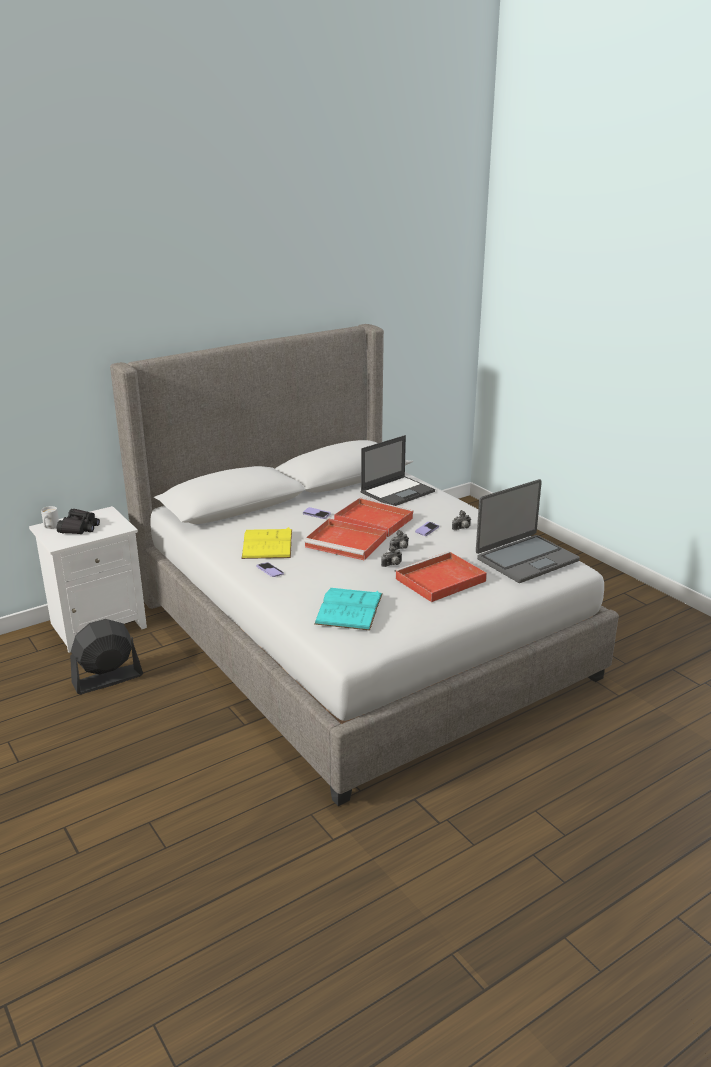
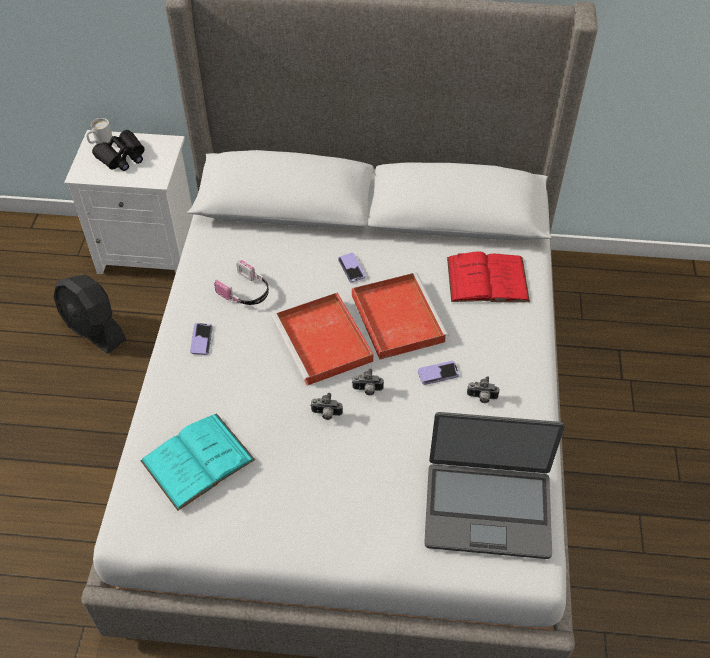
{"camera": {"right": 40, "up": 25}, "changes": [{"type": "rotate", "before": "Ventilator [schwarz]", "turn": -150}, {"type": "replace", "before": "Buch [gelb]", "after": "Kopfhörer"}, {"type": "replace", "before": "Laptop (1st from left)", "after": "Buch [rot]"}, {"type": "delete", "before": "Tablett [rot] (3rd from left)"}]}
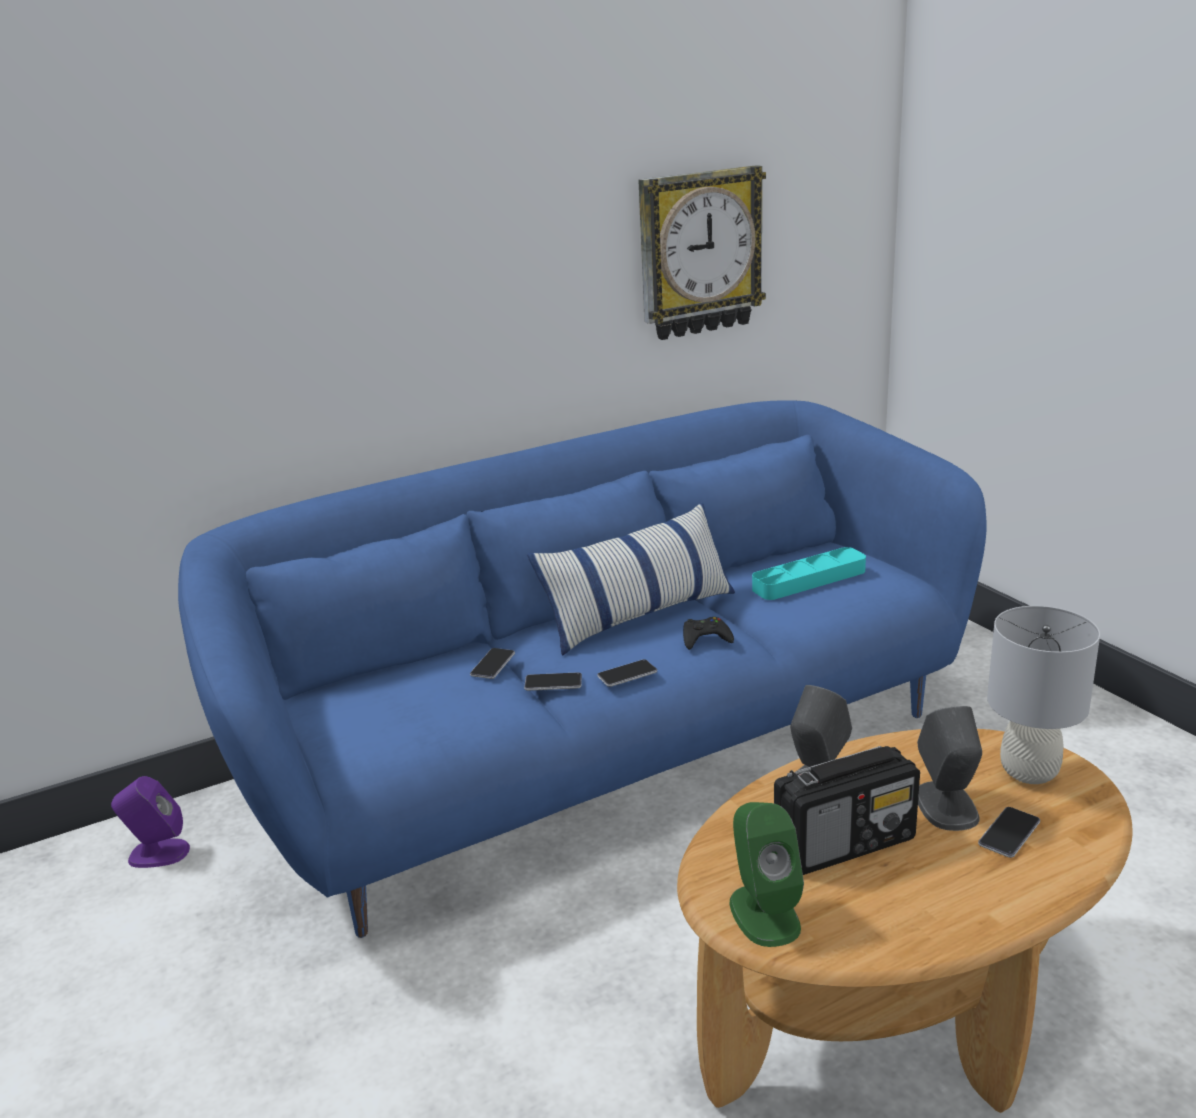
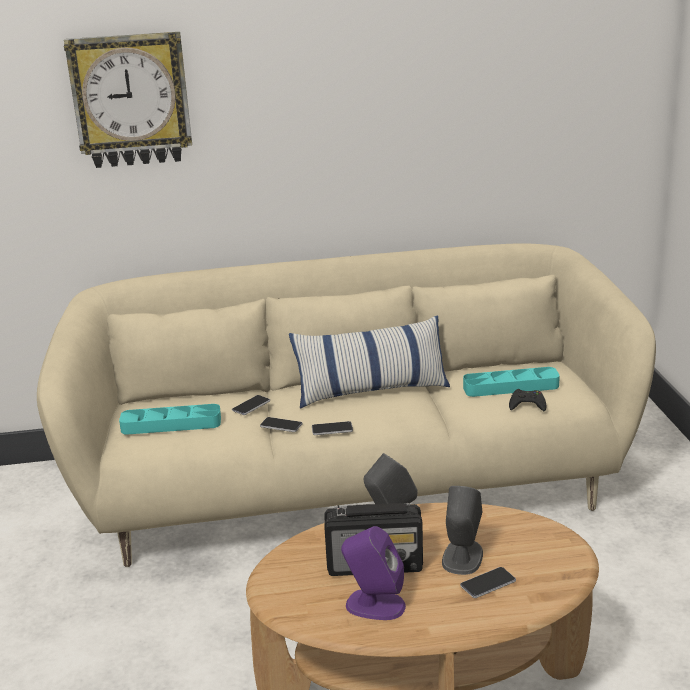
{"camera": {"right": 20, "up": 0}, "changes": [{"type": "move", "before": "Lautsprecher [lila]"}, {"type": "recolor", "before": "Sofa [blau]", "after": "Sofa [beige]"}, {"type": "move", "before": "Wanduhr"}, {"type": "move", "before": "Gamepad [schwarz]"}, {"type": "delete", "before": "Lautsprecher [grün]"}, {"type": "delete", "before": "Tischlampe [grau]"}, {"type": "insert", "after": "Tablett [türkis] (1st from left)"}]}
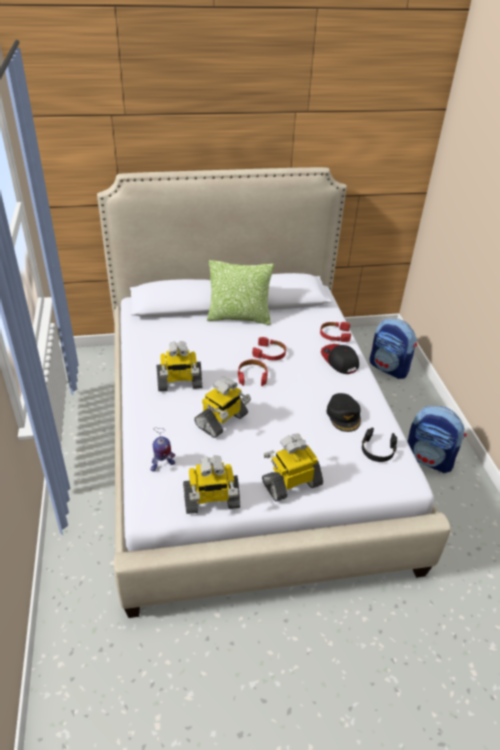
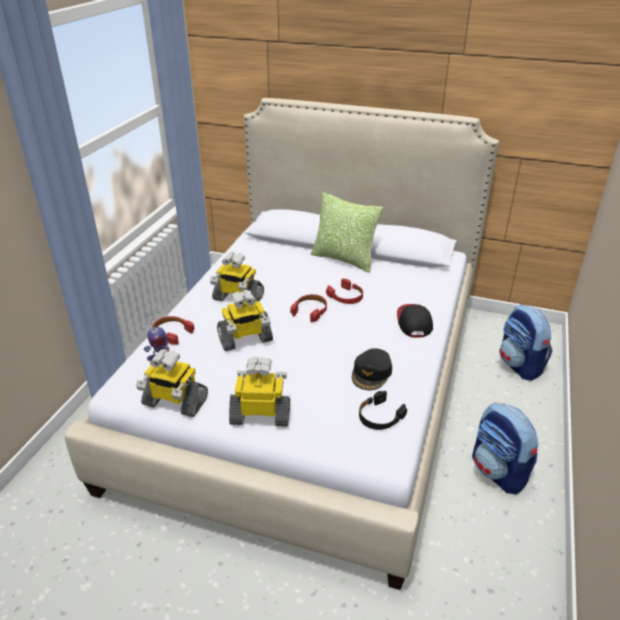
{"camera": {"right": 30, "up": -5}, "changes": [{"type": "move", "before": "Kopfhörer [rot] (3rd from left in the first image)", "after": "Kopfhörer [rot] (1st from left)"}]}
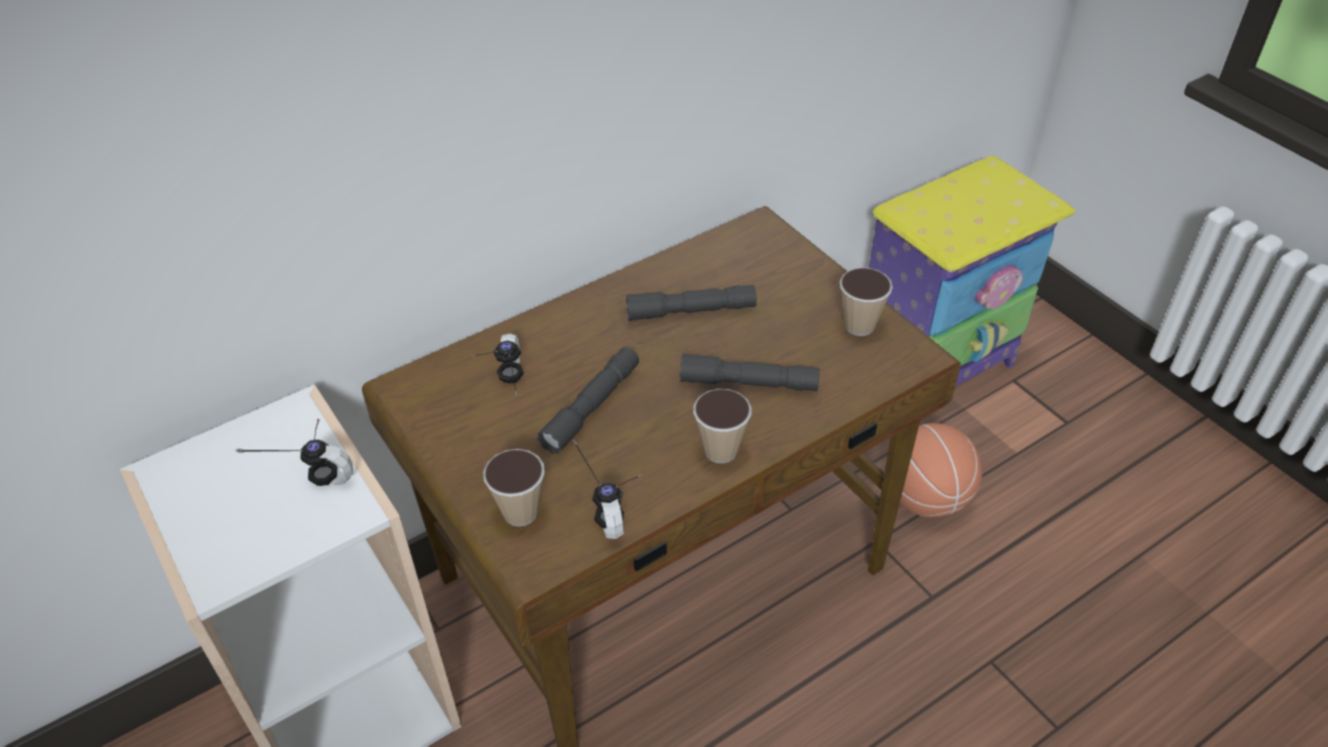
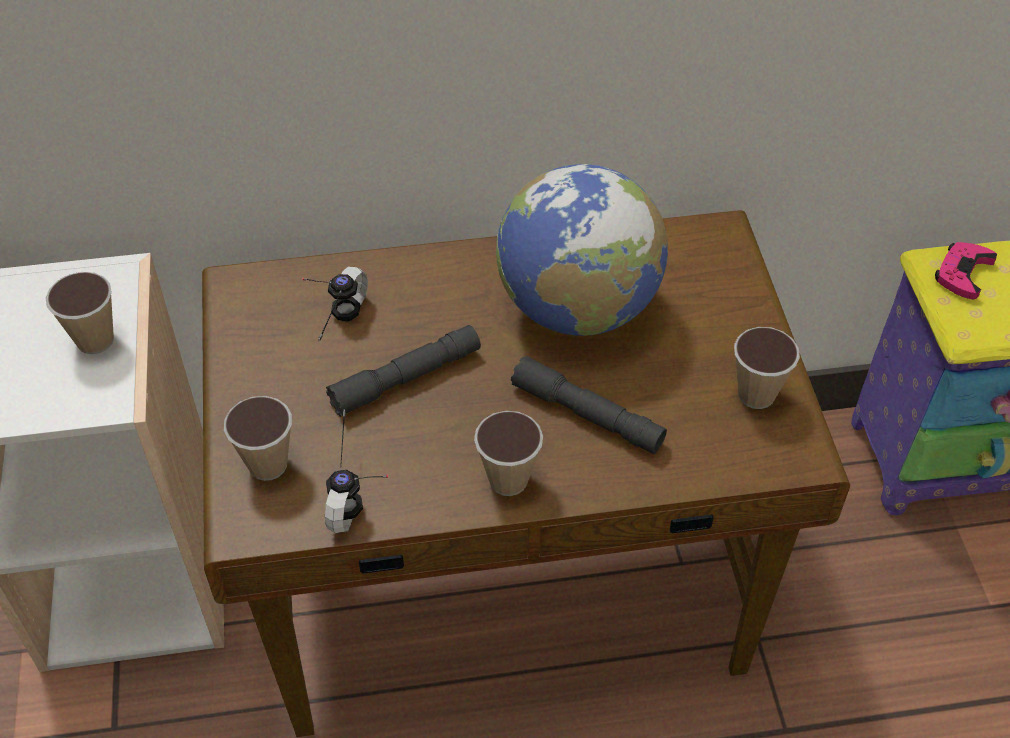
{"camera": {"right": 25, "up": 5}, "changes": [{"type": "replace", "before": "Kopfhörer (1st from left)", "after": "Tasse (1st from left)"}, {"type": "replace", "before": "Taschenlampe [grau] (2nd from left)", "after": "Globus"}, {"type": "delete", "before": "Basketball"}, {"type": "insert", "after": "Gamepad [rosa]"}]}
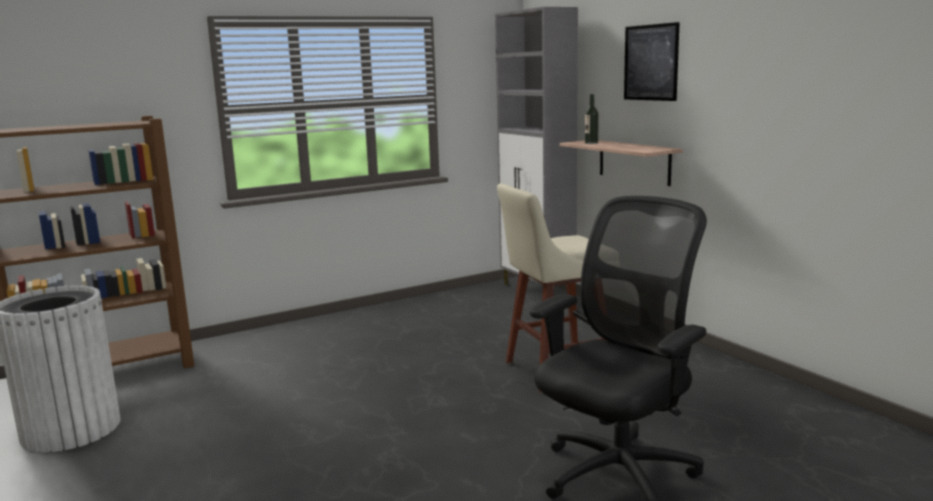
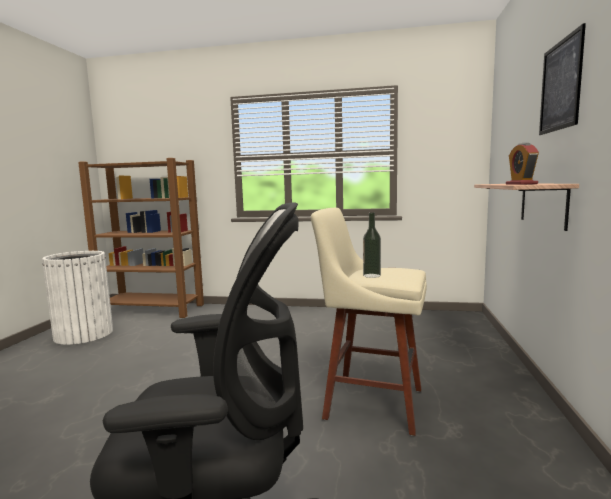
{"camera": {"right": 40, "up": -5}, "changes": [{"type": "delete", "before": "Schrank [grau]"}, {"type": "move", "before": "Flasche"}, {"type": "insert", "after": "Wecker"}]}
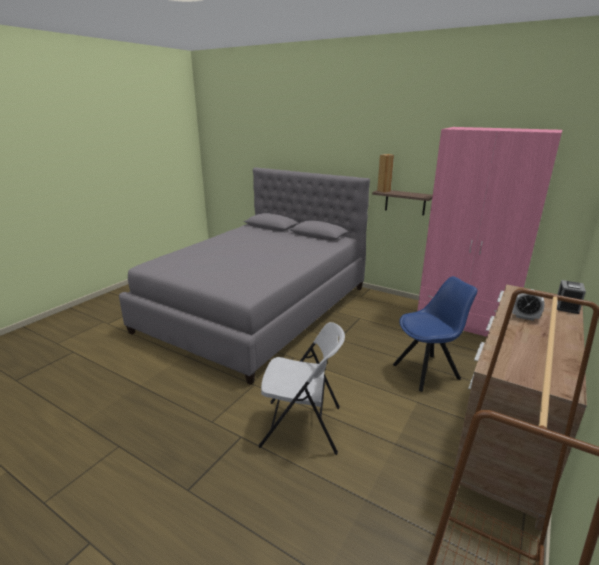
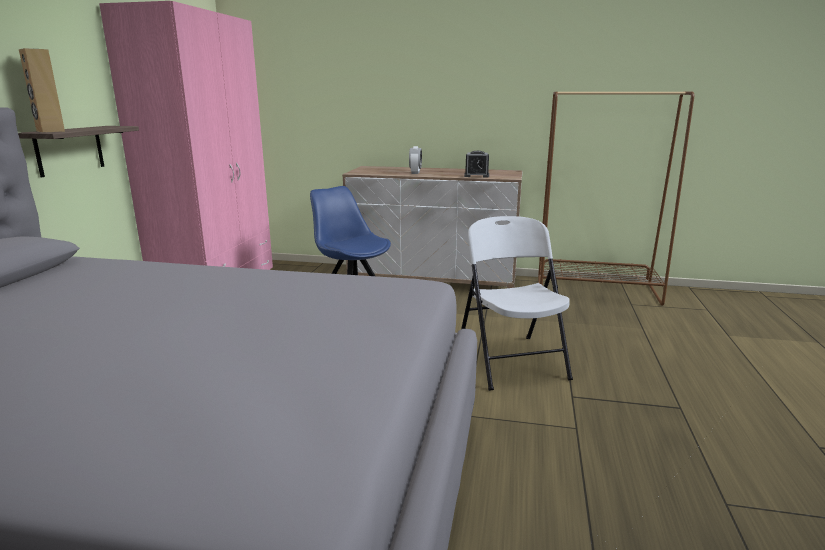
{"camera": {"right": -110, "up": -5}, "changes": [{"type": "move", "before": "Wecker (2nd from left)"}]}
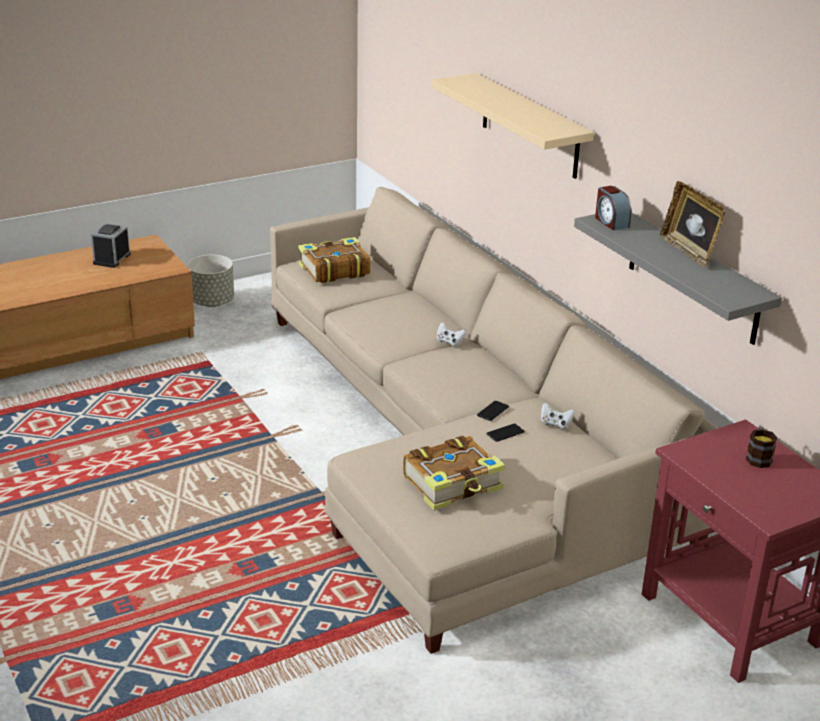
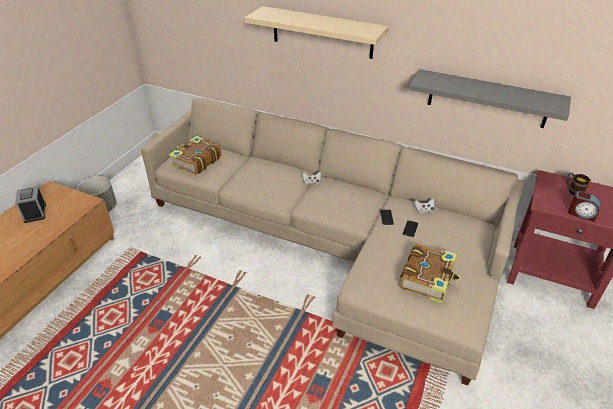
{"camera": {"right": -35, "up": 10}, "changes": [{"type": "move", "before": "Wecker (2nd from left)"}, {"type": "delete", "before": "Bilderrahmen"}]}
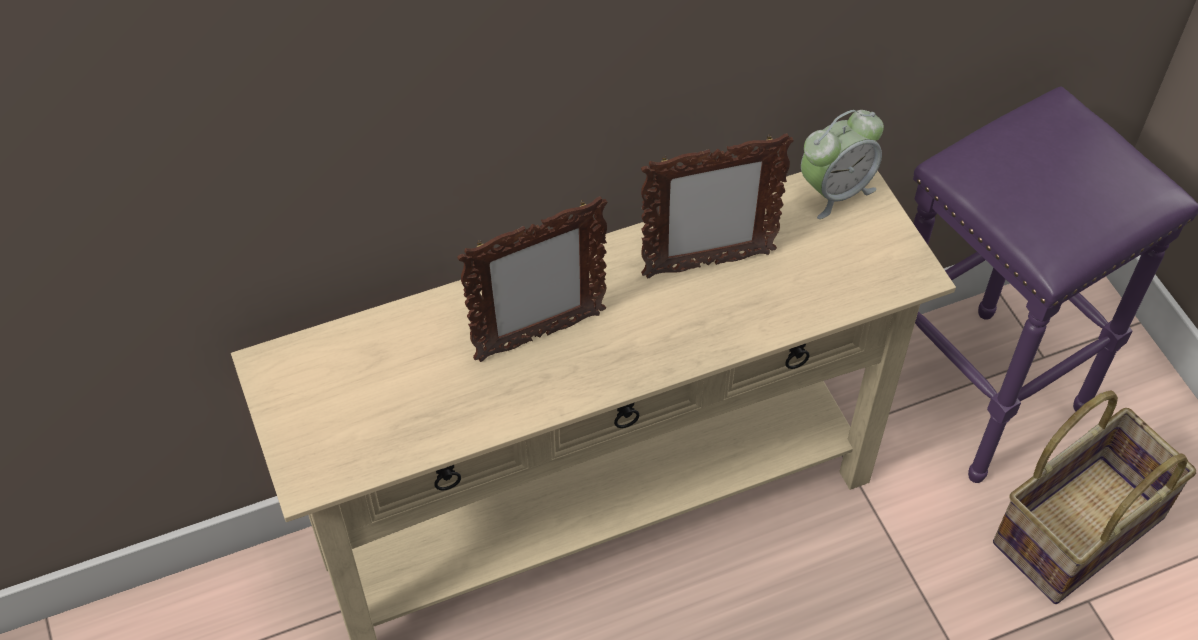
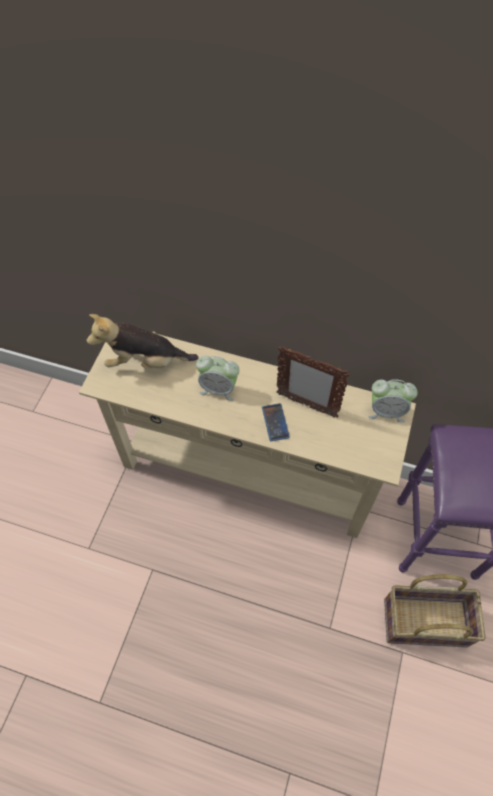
{"camera": {"right": 40, "up": 5}, "changes": [{"type": "replace", "before": "Bilderrahmen (1st from left)", "after": "Wecker (1st from left)"}, {"type": "insert", "after": "Plüschtier"}, {"type": "insert", "after": "Handy"}]}
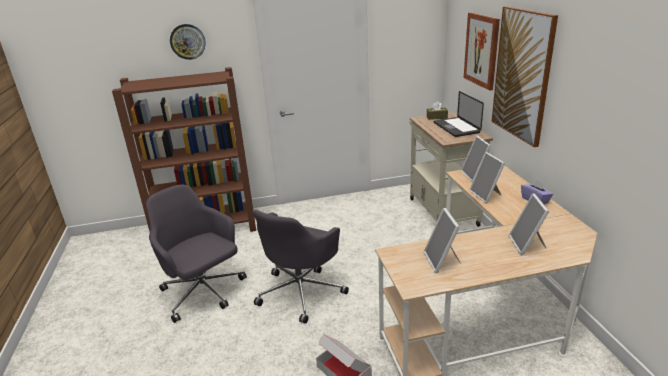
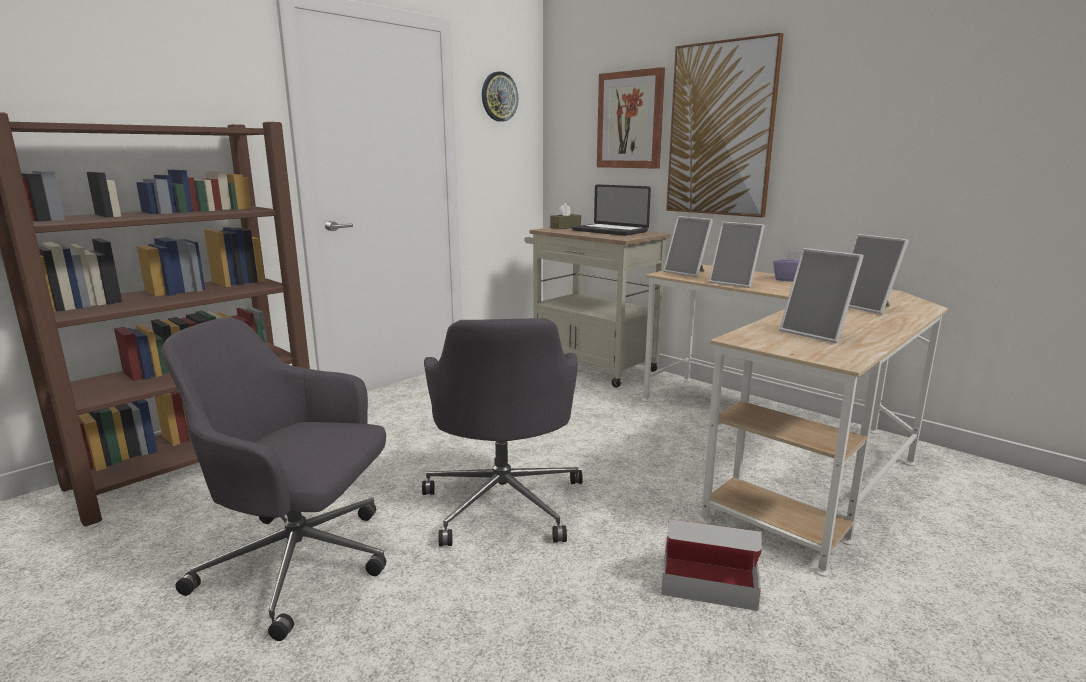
{"camera": {"right": -35, "up": -10}, "changes": [{"type": "move", "before": "Wanduhr"}]}
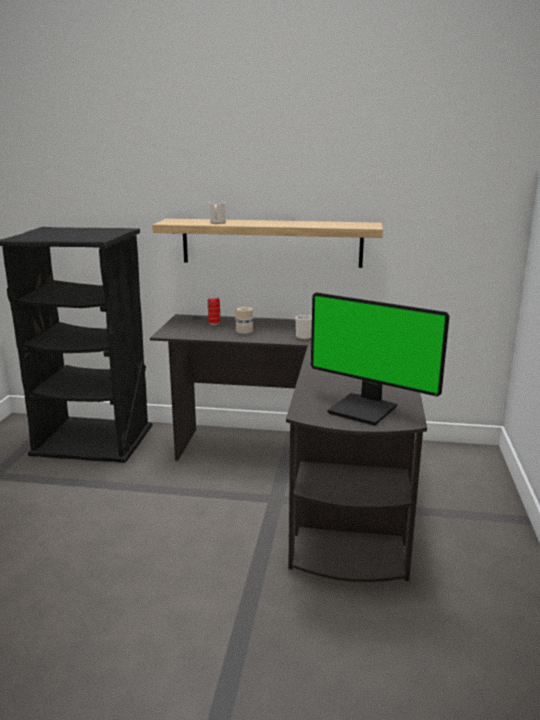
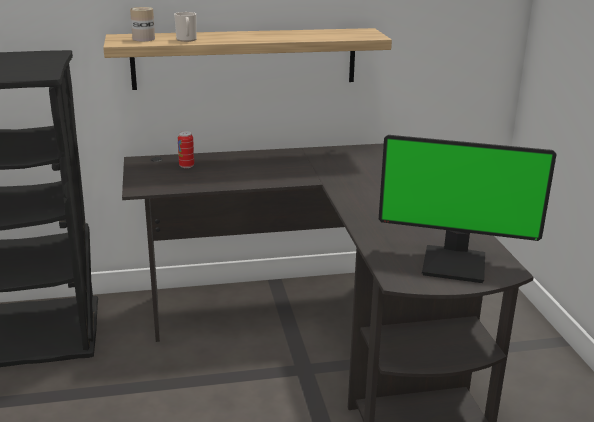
{"camera": {"right": -20, "up": 5}, "changes": [{"type": "move", "before": "Dose (2nd from left in the first image)", "after": "Dose (1st from left)"}, {"type": "delete", "before": "Henkelbecher (2nd from left)"}]}
